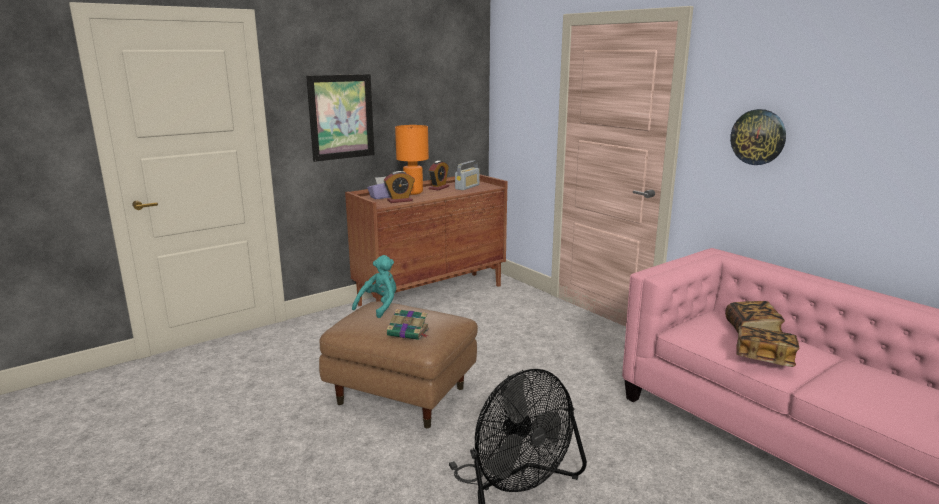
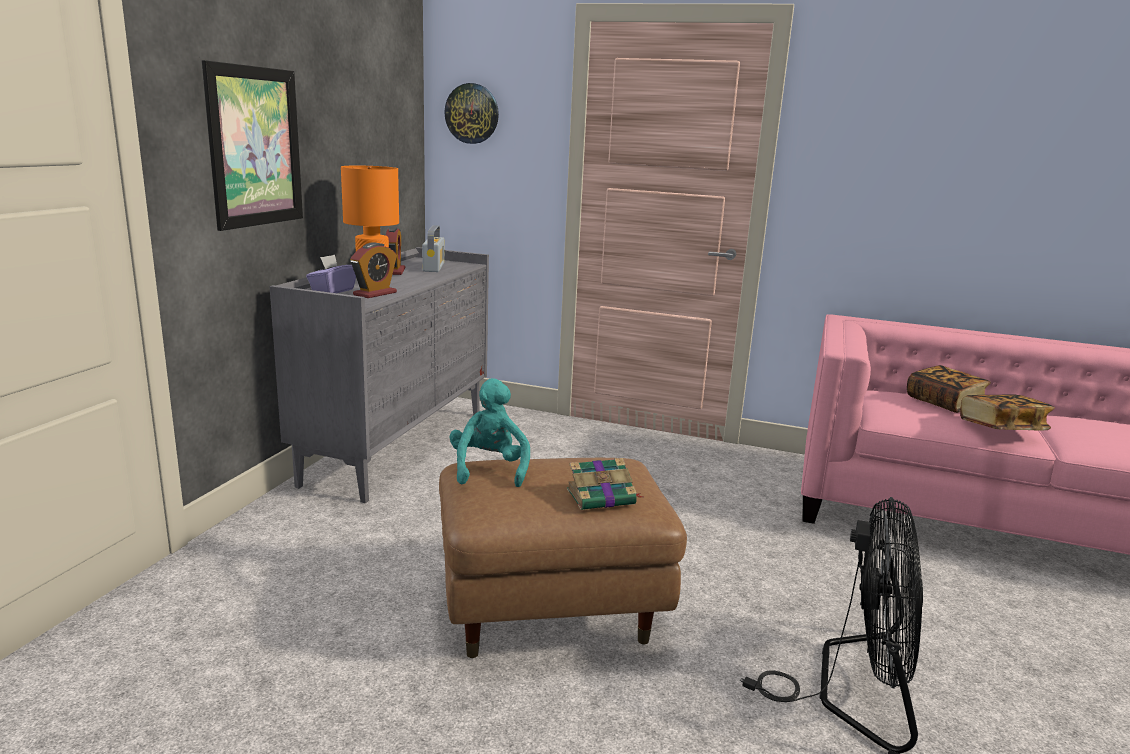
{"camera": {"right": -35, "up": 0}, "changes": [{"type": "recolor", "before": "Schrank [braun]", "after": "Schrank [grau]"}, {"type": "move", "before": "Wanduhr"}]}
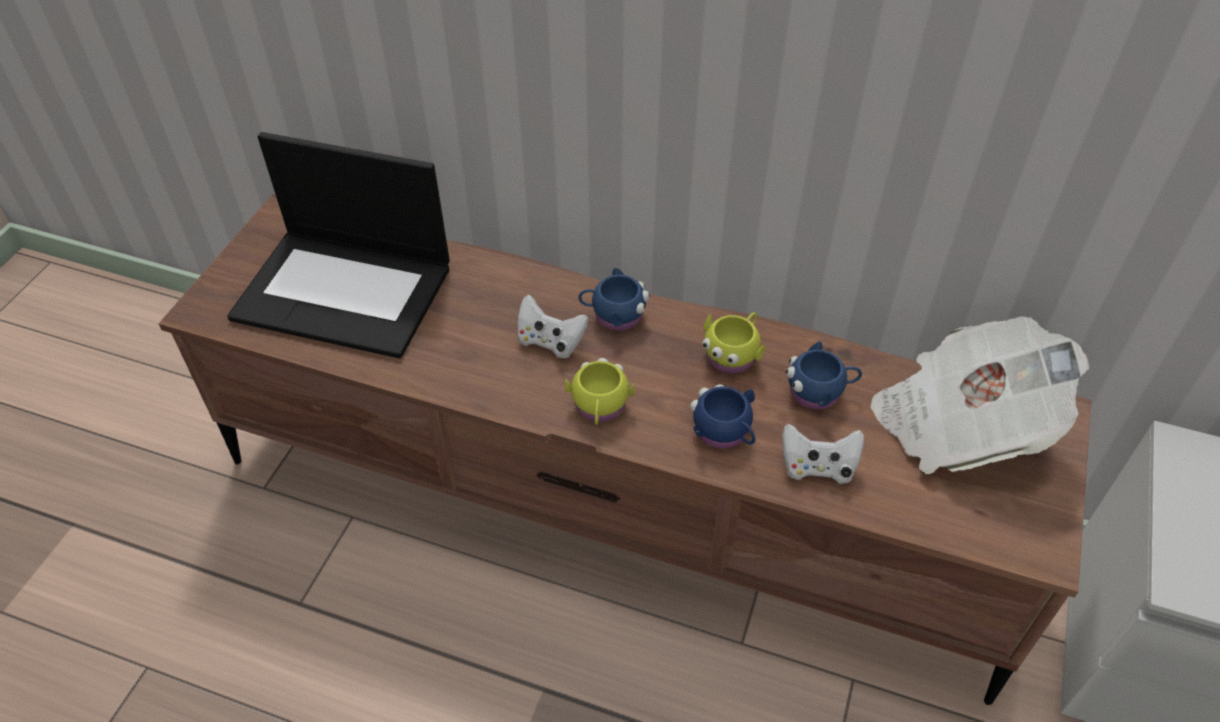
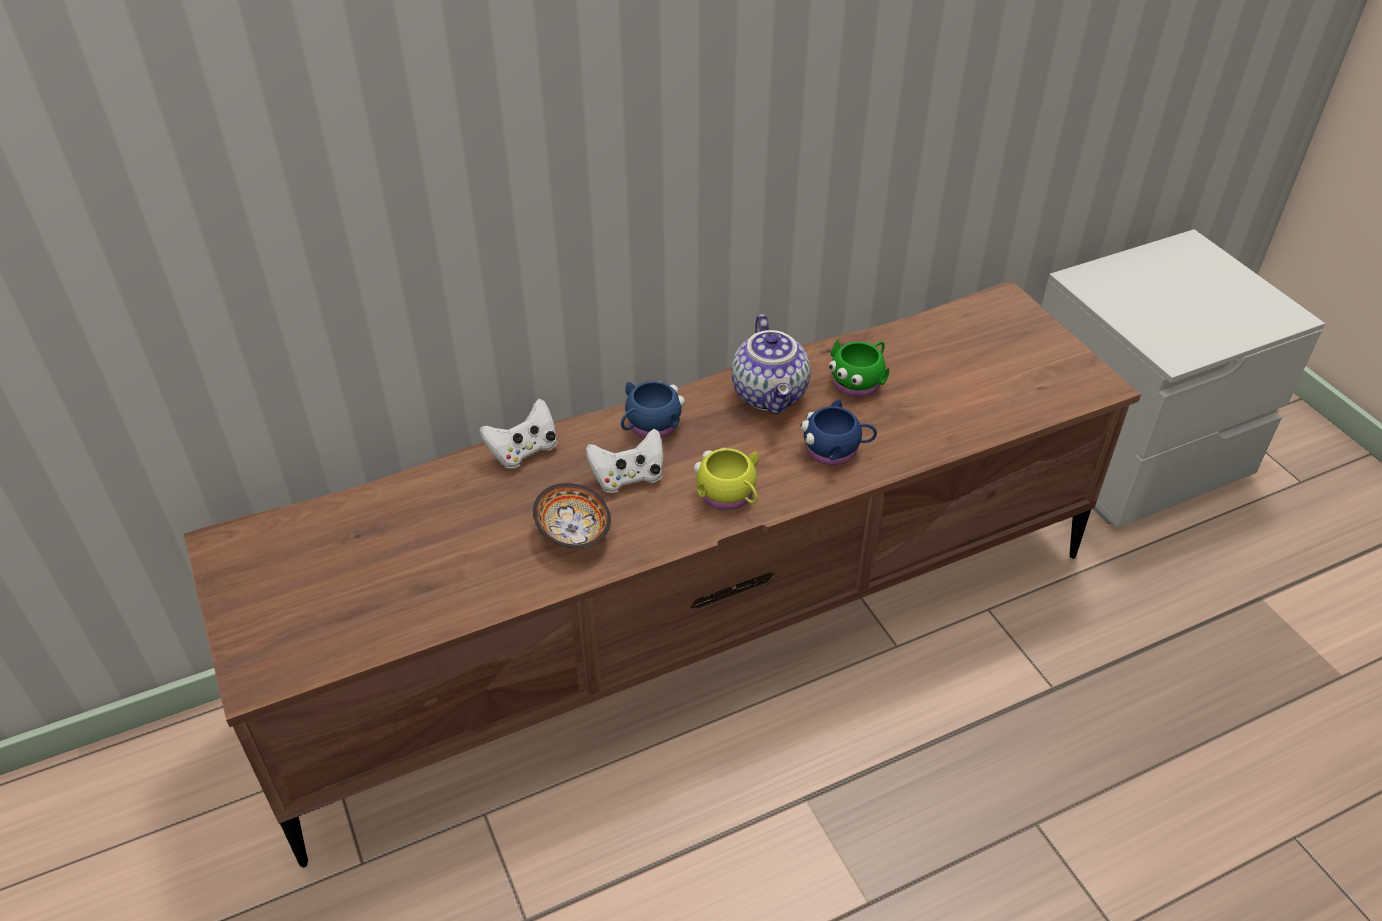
{"camera": {"right": -45, "up": -5}, "changes": [{"type": "delete", "before": "Laptop"}, {"type": "replace", "before": "Henkelbecher [gelb] (2nd from left)", "after": "Teekanne"}, {"type": "move", "before": "Gamepad [weiß] (2nd from left in the first image)", "after": "Gamepad [weiß] (1st from left)"}, {"type": "recolor", "before": "Henkelbecher [blau] (3rd from left)", "after": "Henkelbecher [grün]"}, {"type": "delete", "before": "Zeitung"}, {"type": "insert", "after": "Schüssel"}]}
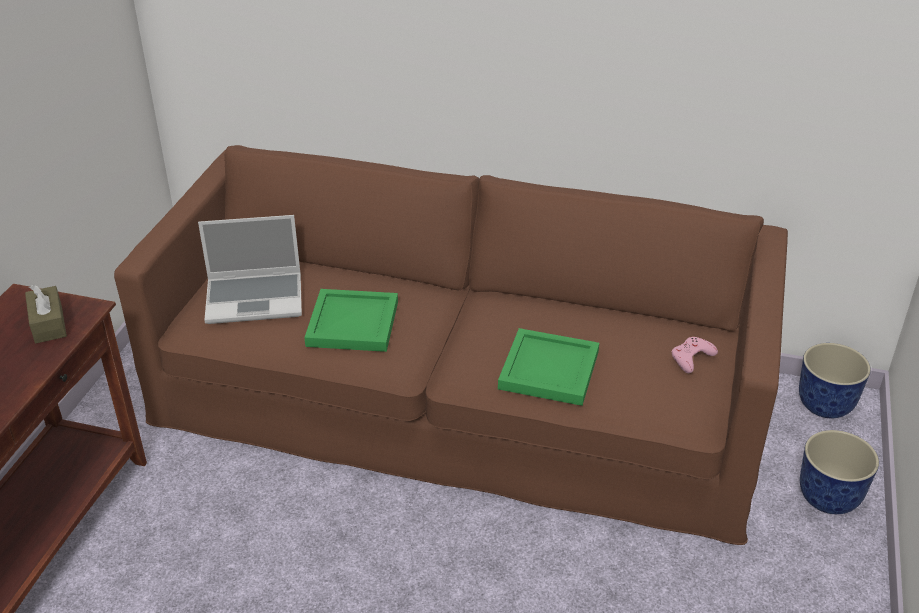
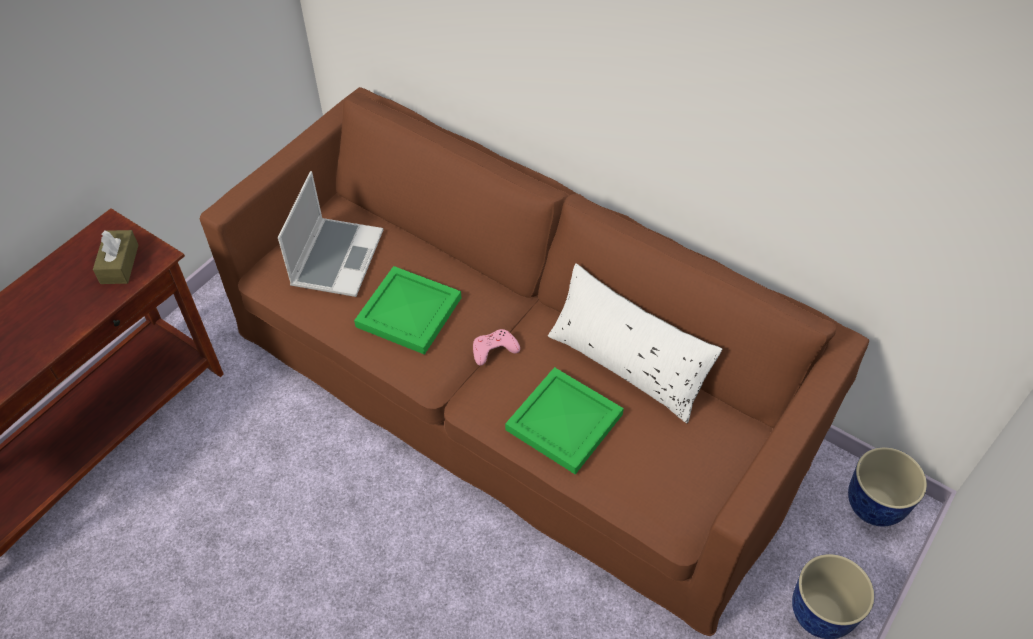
{"camera": {"right": 20, "up": 15}, "changes": [{"type": "rotate", "before": "Laptop", "turn": -90}, {"type": "move", "before": "Gamepad [rosa]"}, {"type": "insert", "after": "Kissen [weiß]"}]}
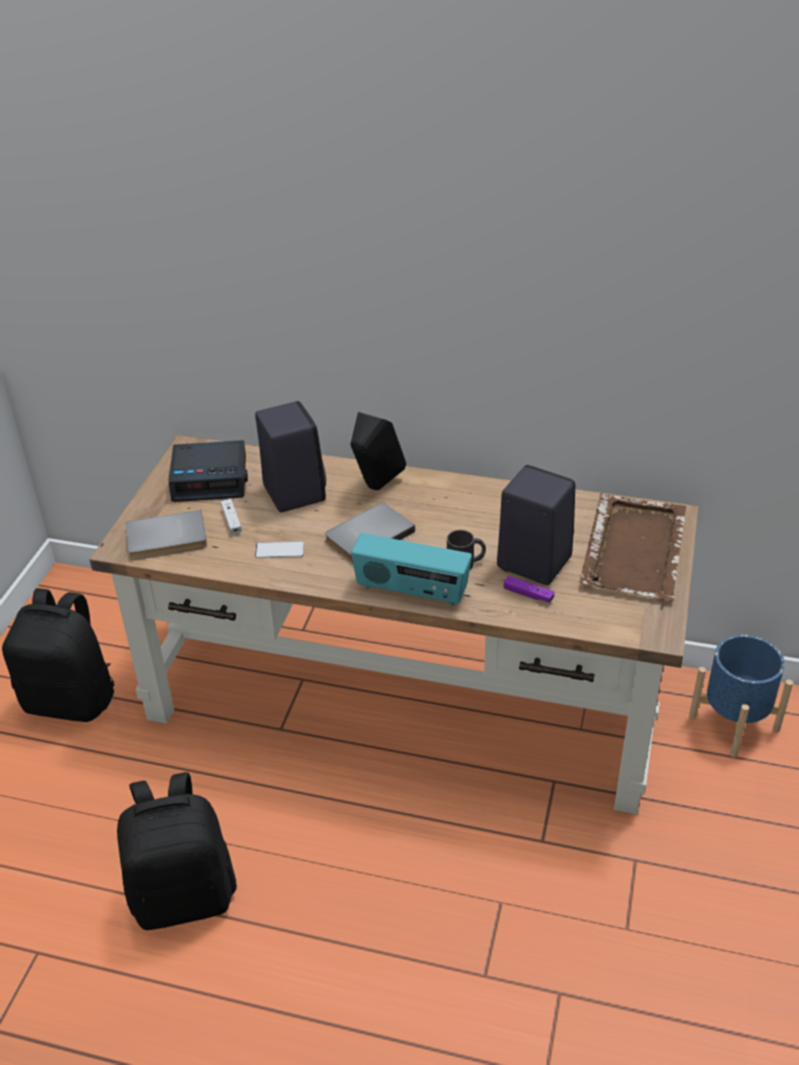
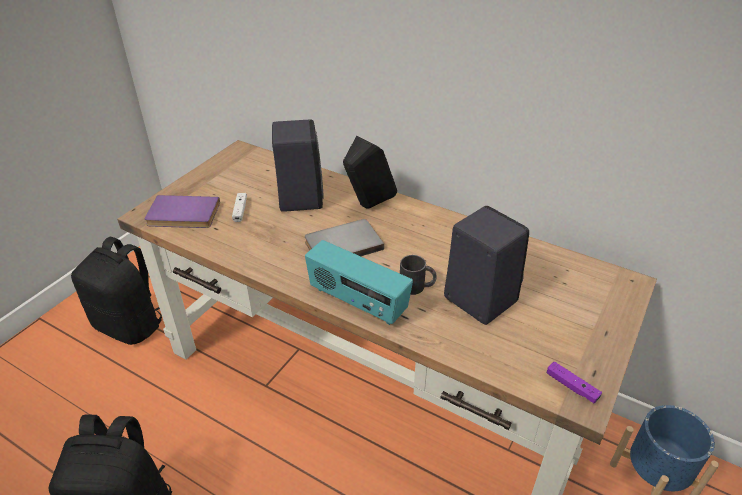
{"camera": {"right": 15, "up": 0}, "changes": [{"type": "recolor", "before": "Buch [grau] (1st from left)", "after": "Buch [lila]"}, {"type": "delete", "before": "Wecker"}, {"type": "delete", "before": "Handy"}, {"type": "move", "before": "Gamepad [lila]"}, {"type": "delete", "before": "Tablett [braun]"}]}
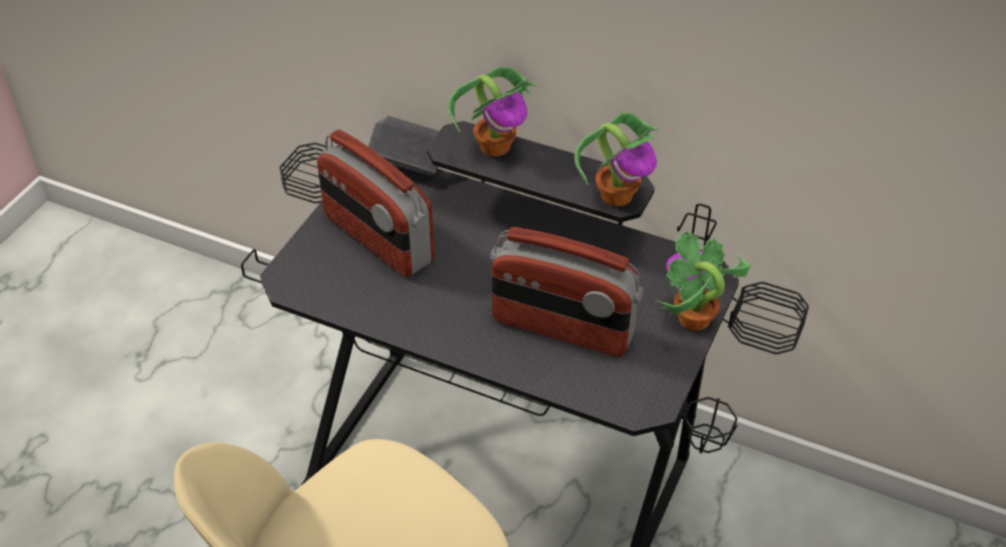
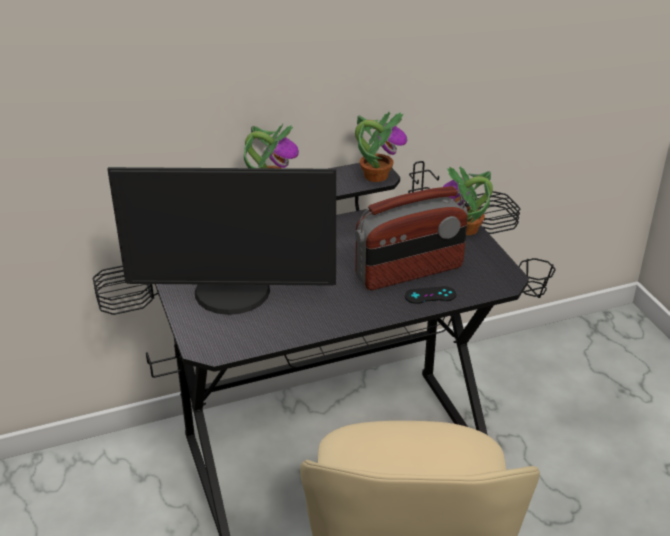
{"camera": {"right": -45, "up": -10}, "changes": [{"type": "replace", "before": "Radio (1st from left)", "after": "Monitor"}, {"type": "insert", "after": "Gamepad [schwarz]"}]}
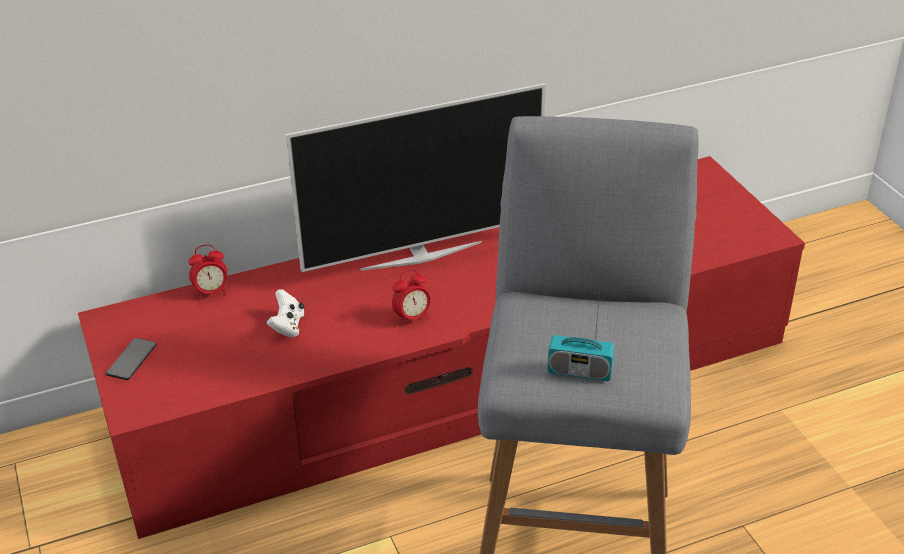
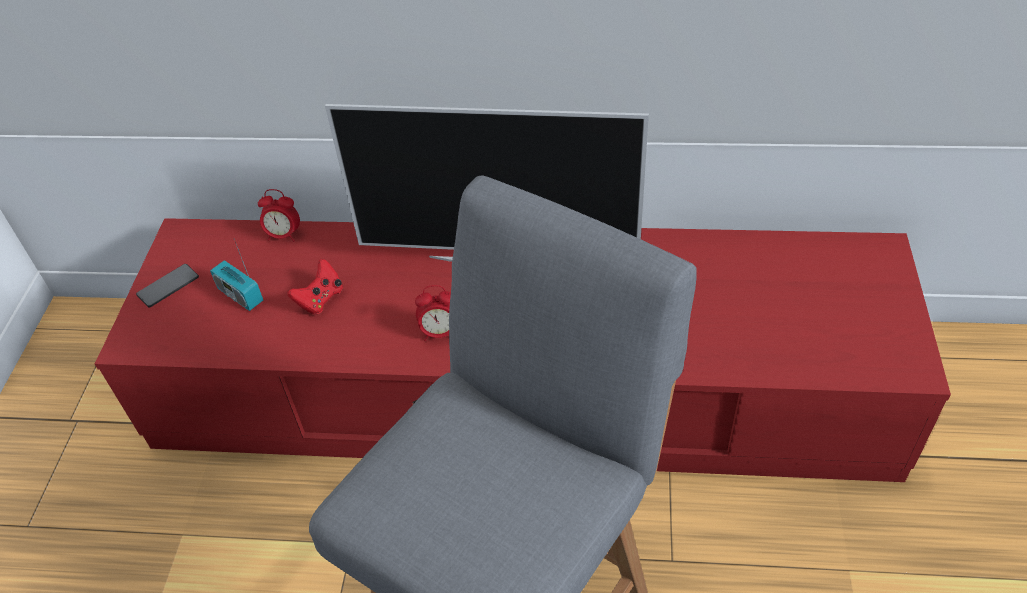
{"camera": {"right": 30, "up": 10}, "changes": [{"type": "recolor", "before": "Gamepad [weiß]", "after": "Gamepad [rot]"}, {"type": "move", "before": "Radio"}]}
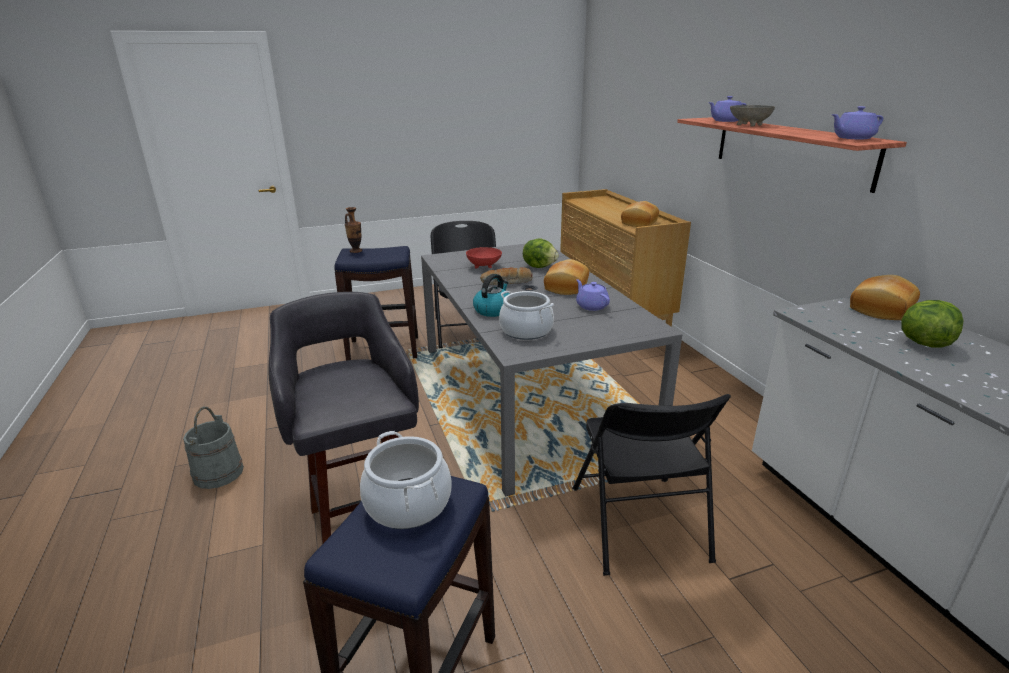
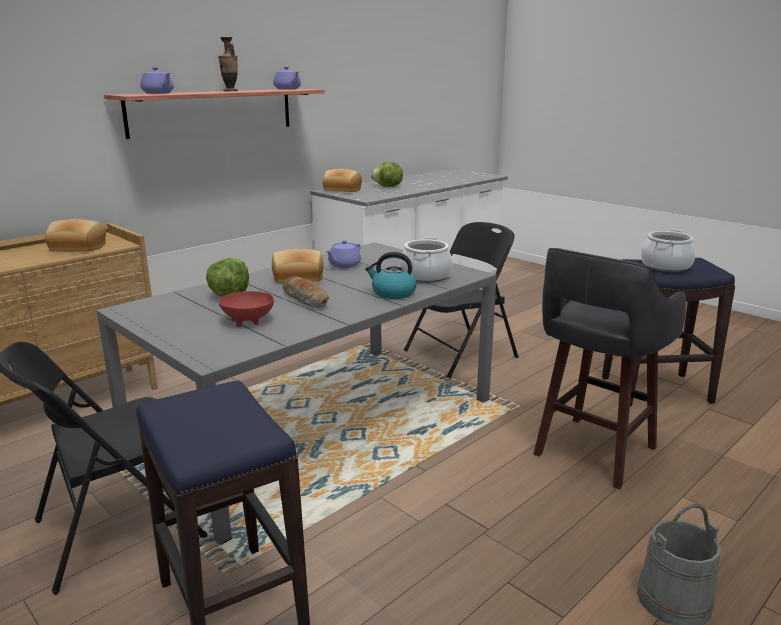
{"camera": {"right": -115, "up": -5}, "changes": [{"type": "move", "before": "Vase"}, {"type": "delete", "before": "Schüssel [grau]"}]}
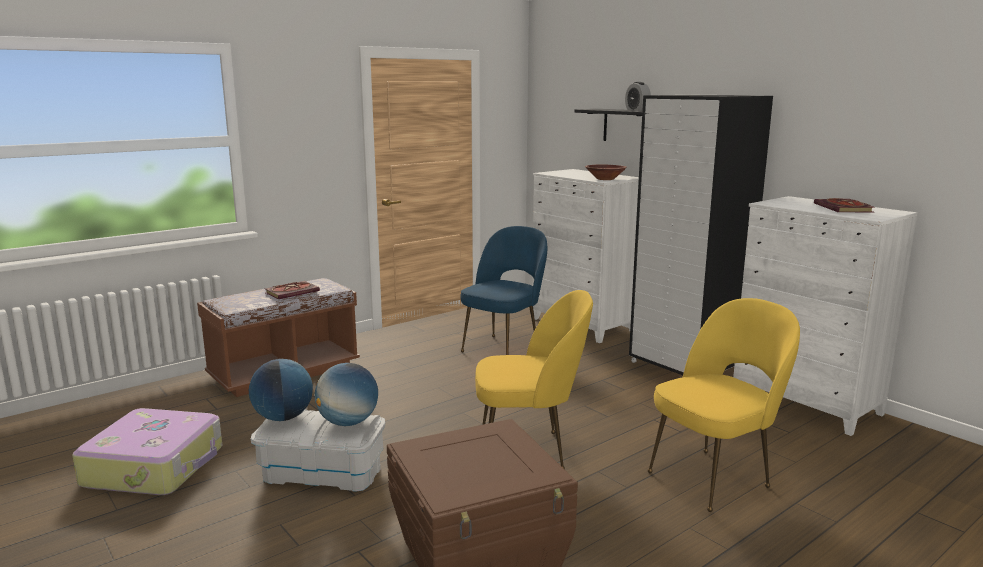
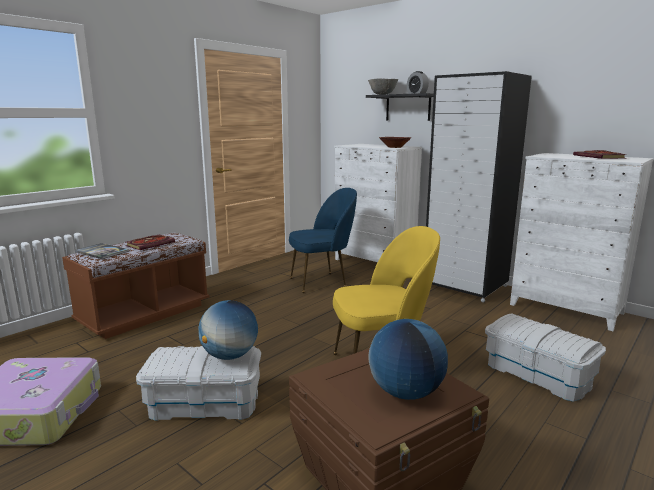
{"camera": {"right": -10, "up": 0}, "changes": [{"type": "move", "before": "Globus (1st from left in the first image)", "after": "Globus (2nd from left)"}, {"type": "rotate", "before": "Stuhl [blau]", "turn": 45}, {"type": "replace", "before": "Stuhl [gelb] (2nd from left)", "after": "Aufbewahrungsbox [weiß] (2nd from left)"}, {"type": "insert", "after": "Buch (1st from left)"}, {"type": "insert", "after": "Schüssel [grau]"}]}
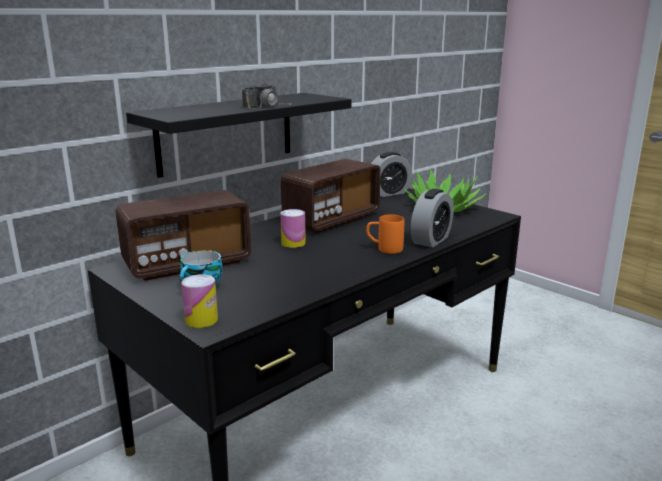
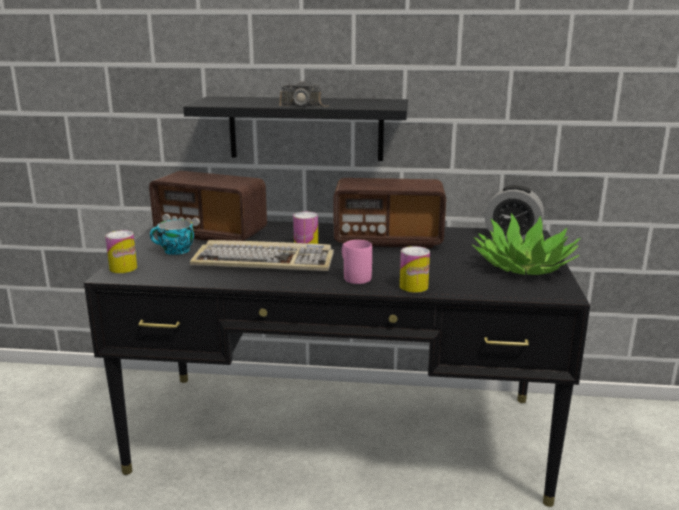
{"camera": {"right": 50, "up": 0}, "changes": [{"type": "recolor", "before": "Henkelbecher [orange]", "after": "Henkelbecher [rosa]"}, {"type": "replace", "before": "Wecker (2nd from left)", "after": "Dose (3rd from left)"}, {"type": "insert", "after": "Tastatur"}]}
